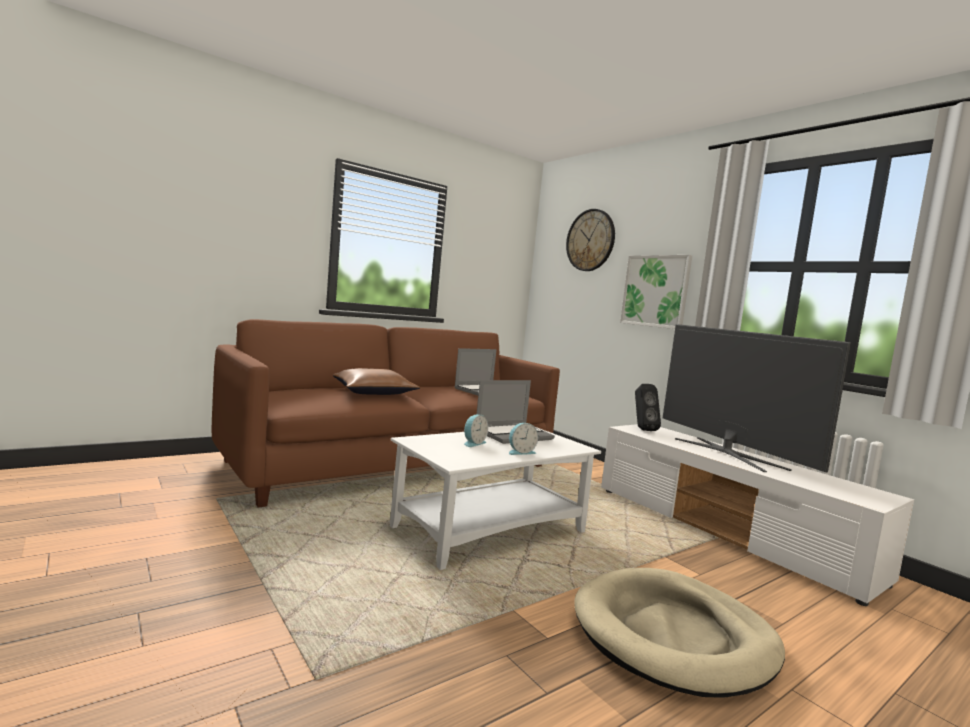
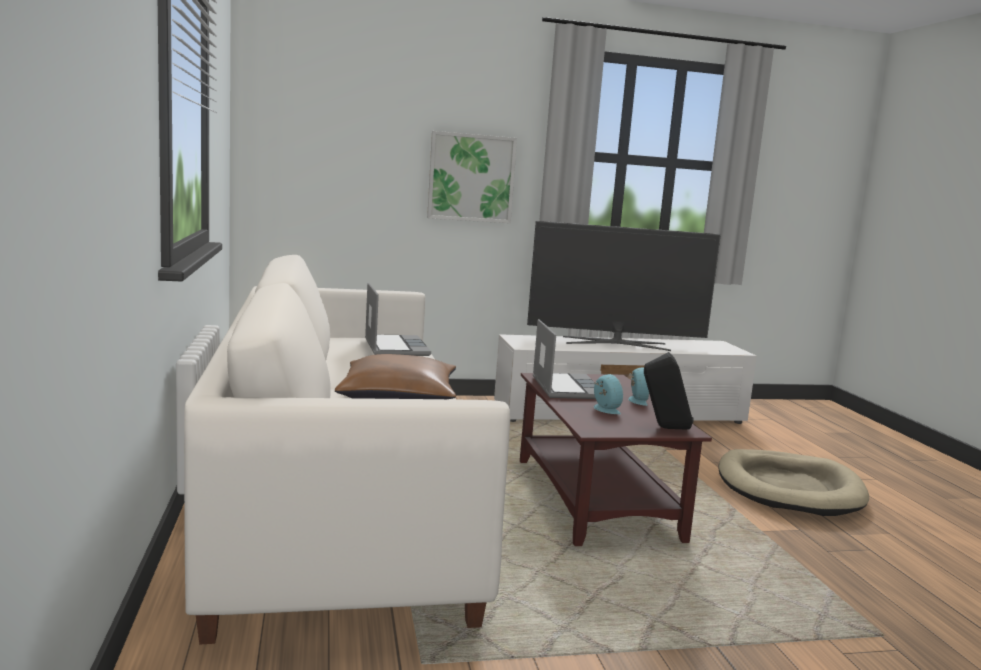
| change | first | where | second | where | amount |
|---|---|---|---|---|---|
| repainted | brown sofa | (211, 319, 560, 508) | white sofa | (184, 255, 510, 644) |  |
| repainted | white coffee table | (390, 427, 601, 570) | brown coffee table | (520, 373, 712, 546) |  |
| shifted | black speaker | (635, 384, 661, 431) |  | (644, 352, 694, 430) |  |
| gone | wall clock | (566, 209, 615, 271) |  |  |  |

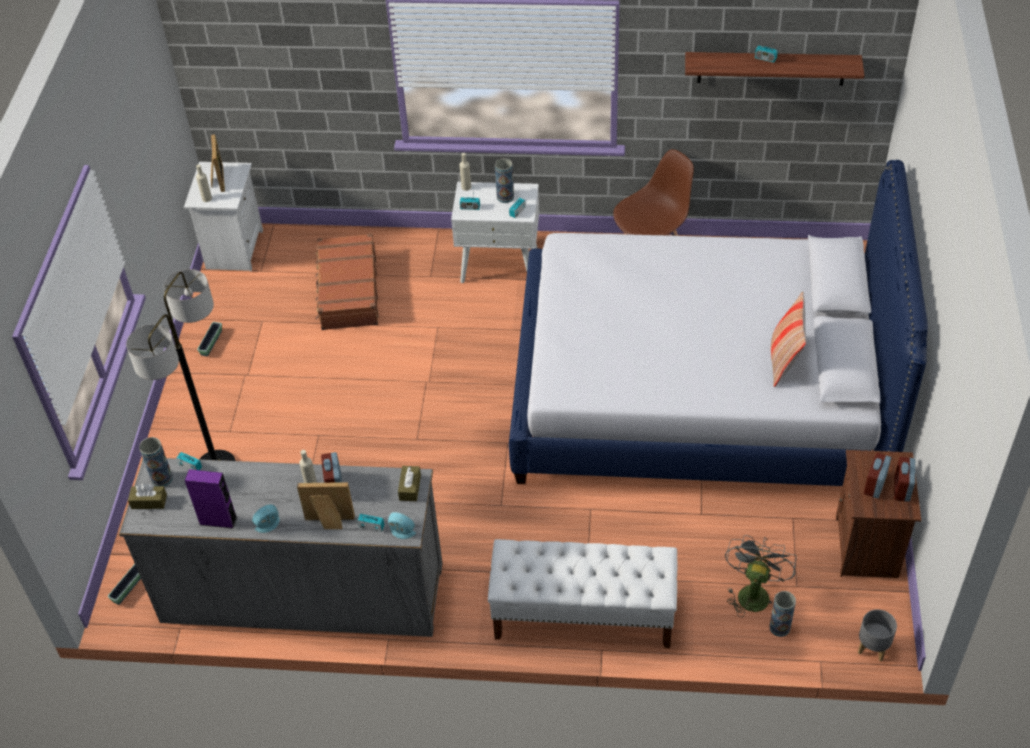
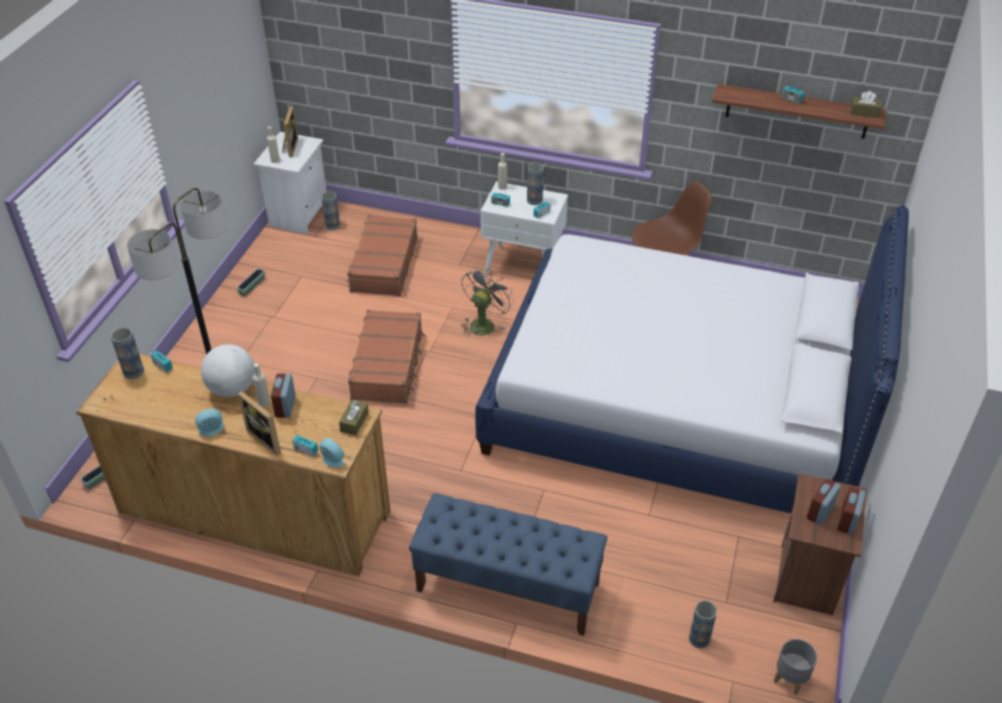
| change | first | where | second | where | amount |
|---|---|---|---|---|---|
| repainted | grey dresser | (119, 458, 443, 637) | brown dresser | (76, 354, 390, 577) |  |
| new |  |  | globe | (201, 344, 255, 397) |  |
| rotated | picture frame | (297, 482, 355, 529) |  | (238, 391, 281, 456) | 150 degrees counterclockwise |
| new |  |  | vase | (321, 191, 340, 230) |  |
| new |  |  | brown suitcase | (348, 310, 425, 404) |  |
| repainted | white bench | (488, 539, 677, 648) | blue bench | (409, 493, 608, 636) |  |
| shifted | grey fan | (725, 535, 797, 617) |  | (461, 267, 514, 337) |  |
| shifted | brown tissue box | (128, 483, 167, 509) |  | (851, 91, 882, 118) |  |
| gone | purple speaker | (185, 469, 237, 529) |  |  |  |
| gone | pillow | (771, 292, 806, 387) |  |  |  |

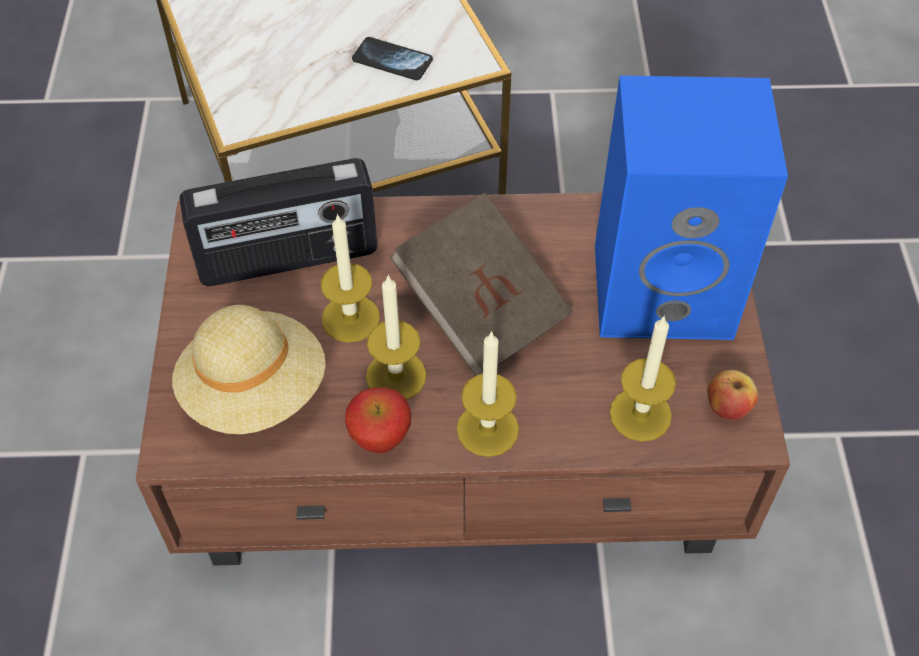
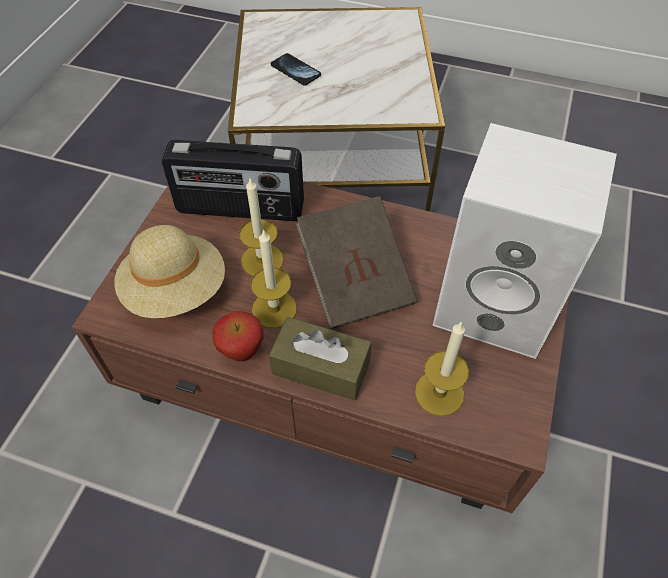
| change | first | where | second | where | amount |
|---|---|---|---|---|---|
| swapped | candle | (456, 331, 519, 457) | brown tissue box | (269, 317, 372, 401) |  |
| shifted | phone | (352, 37, 433, 80) |  | (271, 53, 321, 85) |  |
| repainted | blue speaker | (595, 75, 788, 340) | white speaker | (432, 123, 617, 359) |  |
| gone | apple | (707, 370, 758, 420) |  |  |  |

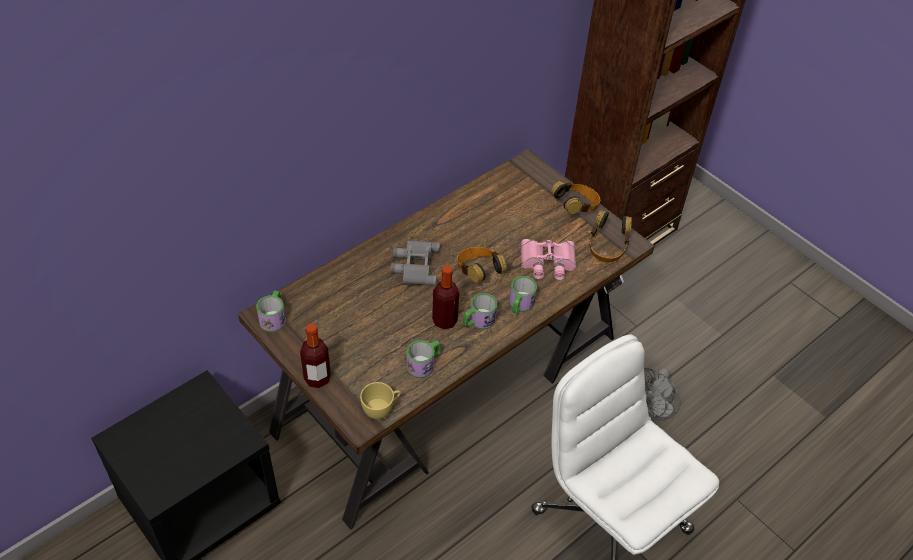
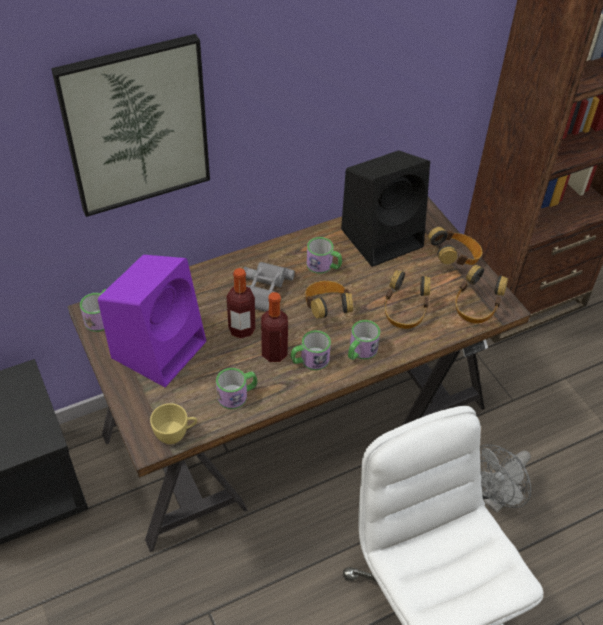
| change | first | where | second | where | amount |
|---|---|---|---|---|---|
| new |  |  | picture | (51, 34, 210, 217) |  |
| new |  |  | purple speaker | (98, 255, 206, 387) |  |
| shifted | bottle | (300, 323, 331, 388) |  | (227, 268, 255, 338) |  |
| new |  |  | mug | (307, 237, 342, 274) |  |
| new |  |  | black speaker | (341, 150, 430, 267) |  |
| swapped | pink binoculars | (521, 239, 576, 280) | headphones | (384, 270, 431, 329) |  |

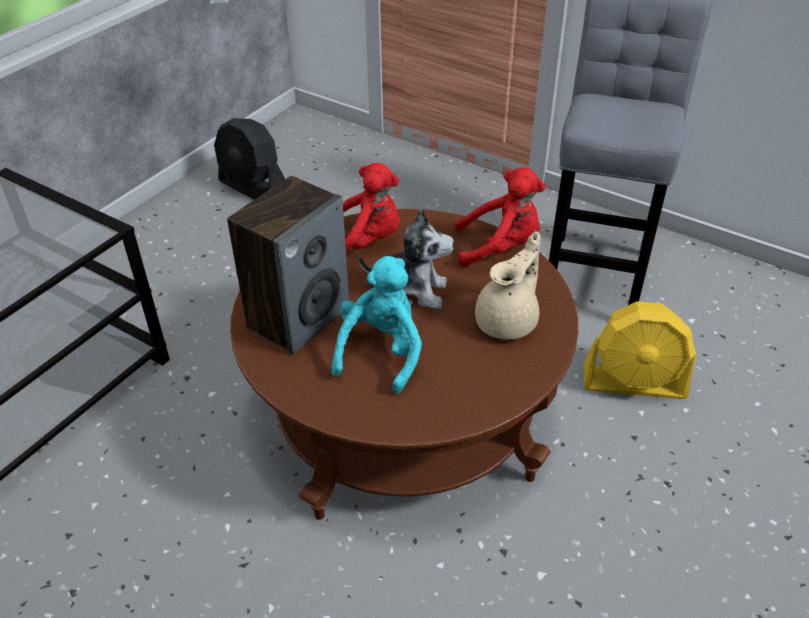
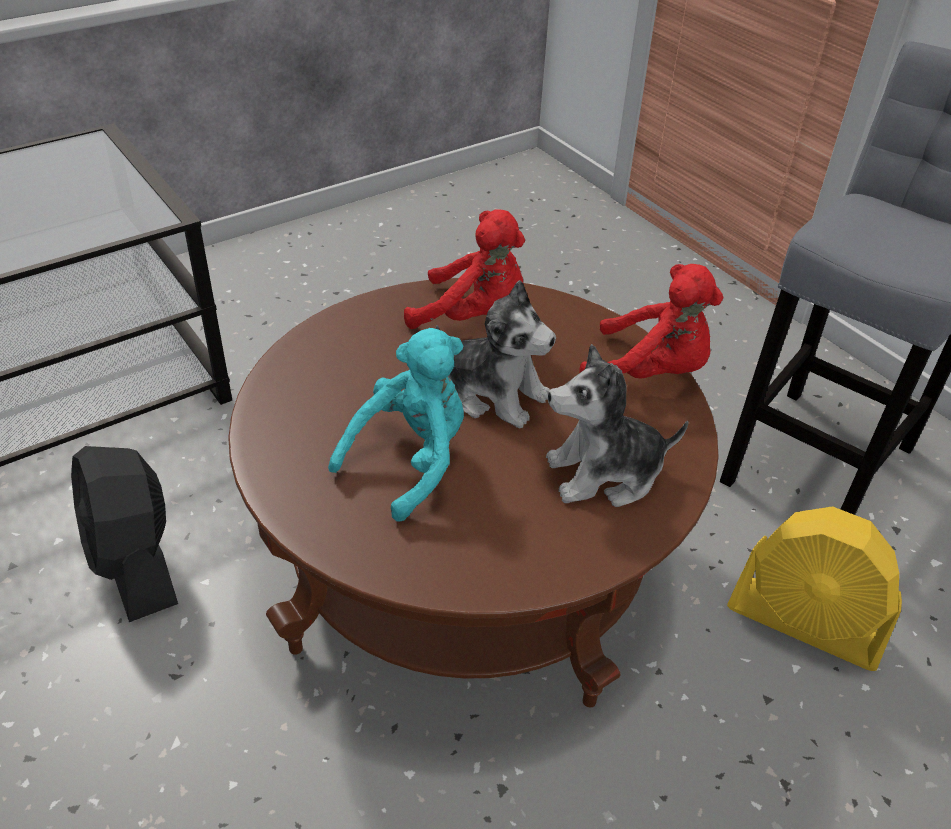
| change | first | where | second | where | amount |
|---|---|---|---|---|---|
| shifted | black fan | (214, 118, 285, 200) |  | (71, 446, 178, 622) |  |
| swapped | beige teapot | (475, 231, 541, 340) | plush toy | (546, 344, 689, 507) |  |
| gone | speaker | (227, 176, 349, 355) |  |  |  |

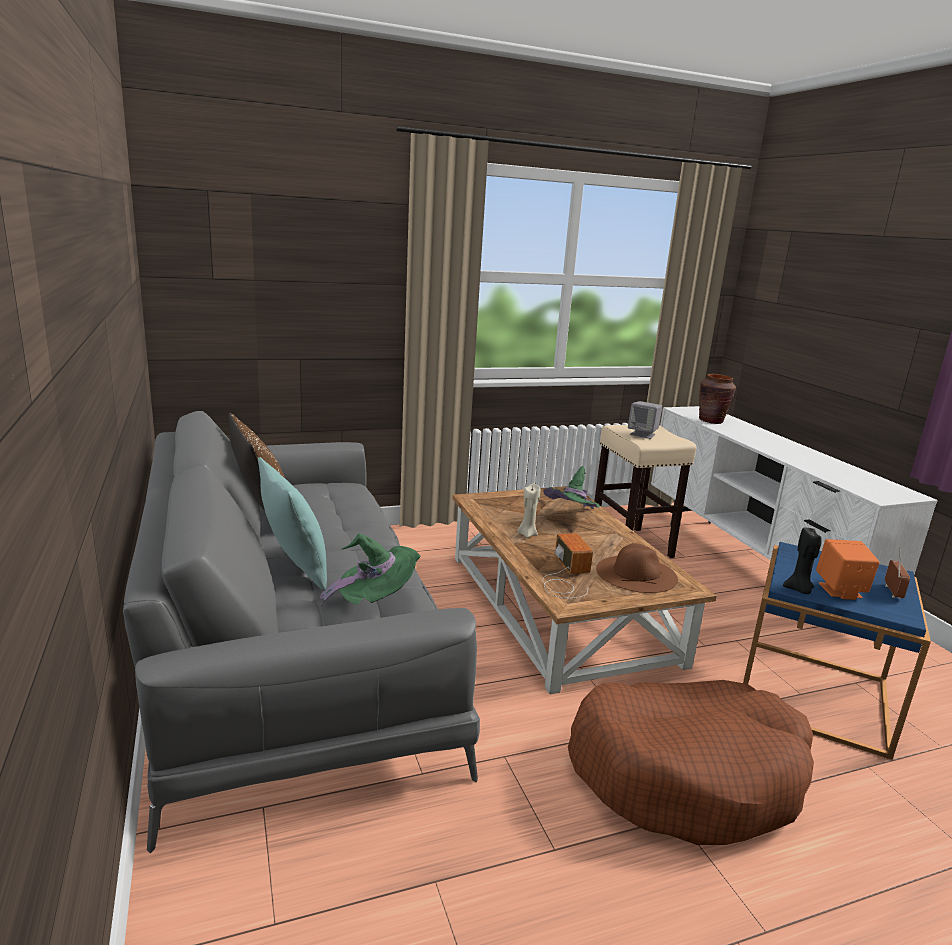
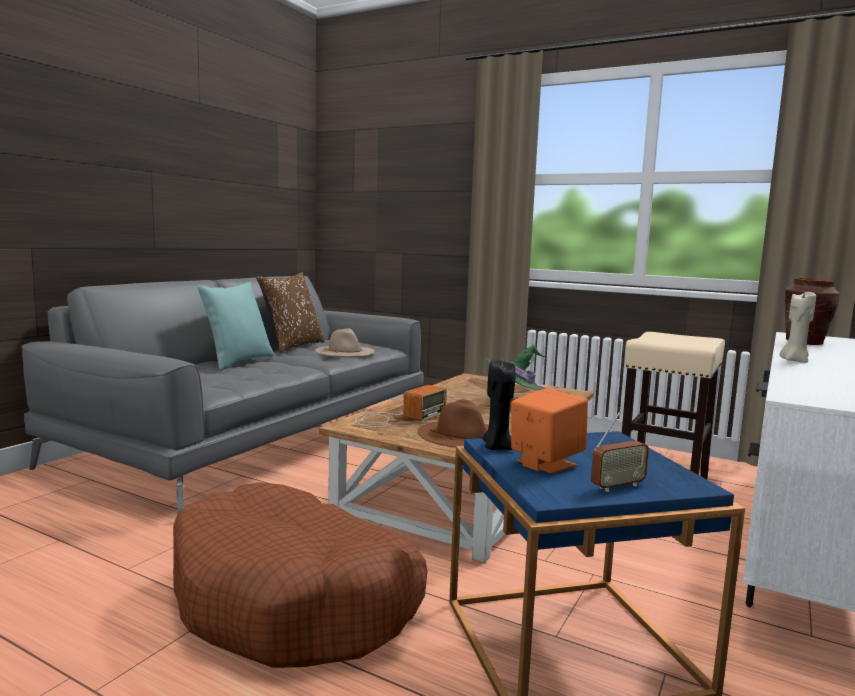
| change | first | where | second | where | amount |
|---|---|---|---|---|---|
| new |  |  | beige hat | (315, 328, 375, 357) |  |
| shifted | beige candle | (517, 483, 540, 538) |  | (779, 290, 816, 363) |  |
| gone | green hat | (320, 533, 421, 607) |  |  |  |
| gone | grey speaker | (628, 401, 662, 439) |  |  |  |

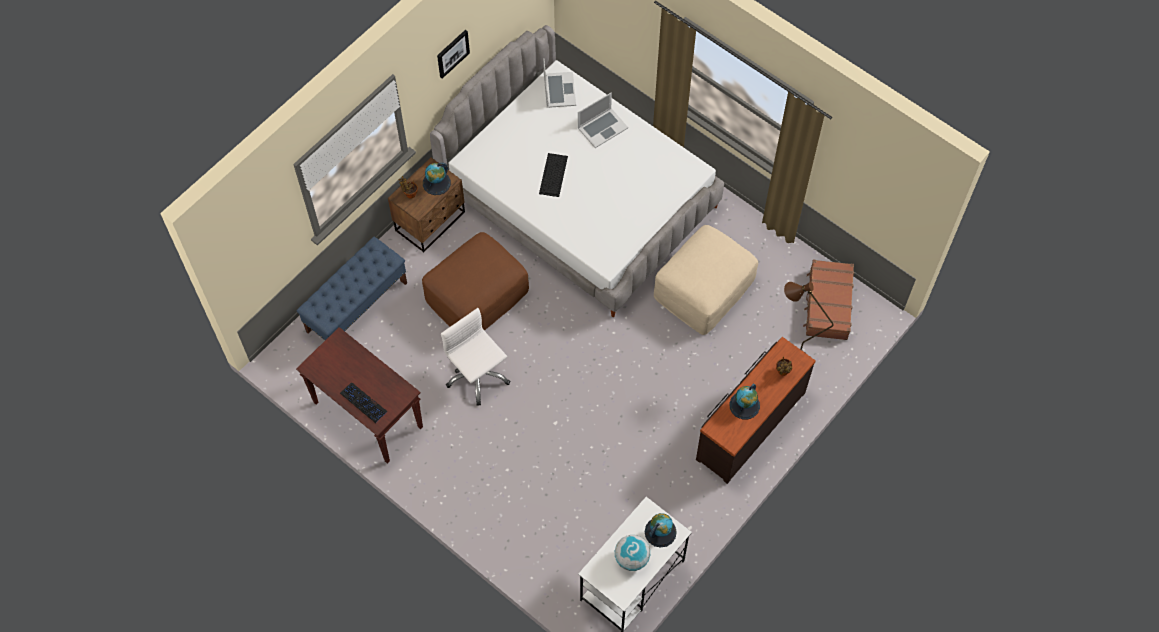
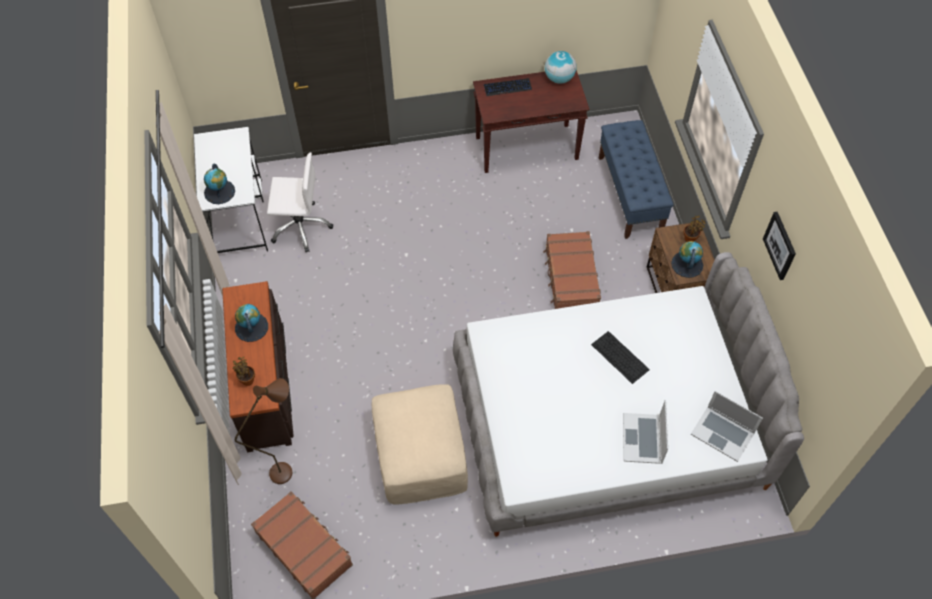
| change | first | where | second | where | amount |
|---|---|---|---|---|---|
| shifted | white office chair | (441, 308, 510, 406) |  | (267, 152, 333, 252) |  |
| swapped | brown ottoman | (422, 232, 529, 331) | brown suitcase | (543, 231, 601, 309) |  |
| shifted | globe | (615, 535, 650, 571) |  | (545, 51, 576, 84) |  |

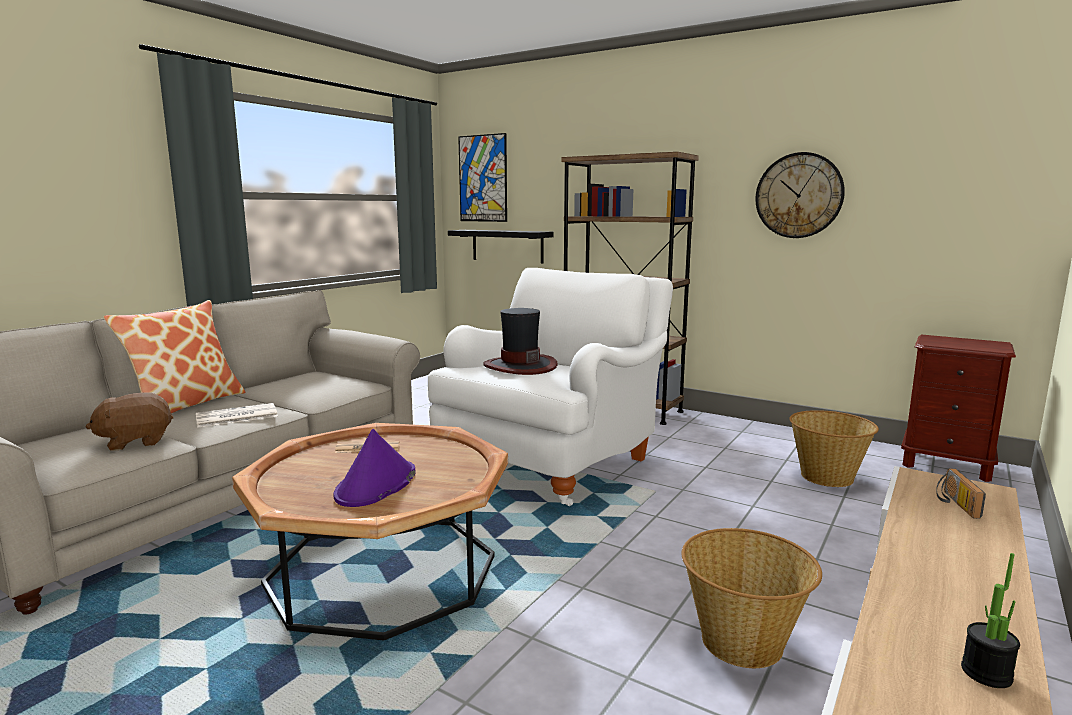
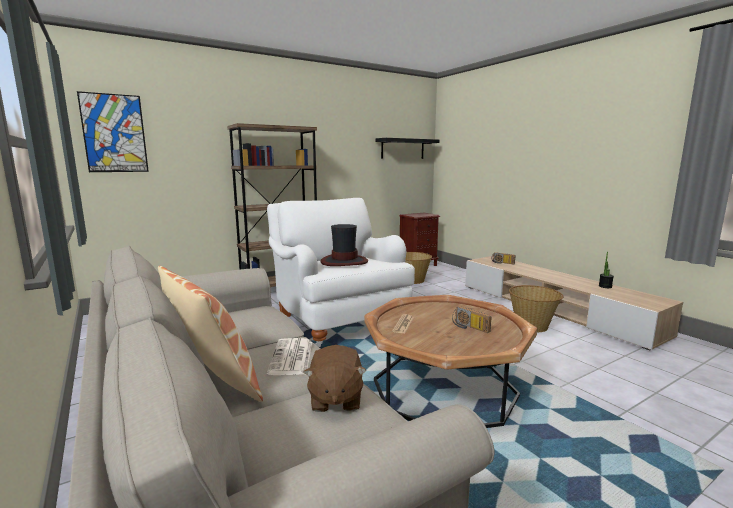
| change | first | where | second | where | amount |
|---|---|---|---|---|---|
| shifted | black shelf | (448, 230, 554, 263) |  | (375, 138, 439, 159) |  |
| swapped | purple hat | (333, 429, 415, 507) | radio | (452, 306, 492, 333) |  |
| gone | wall clock | (755, 152, 845, 238) |  |  |  |

